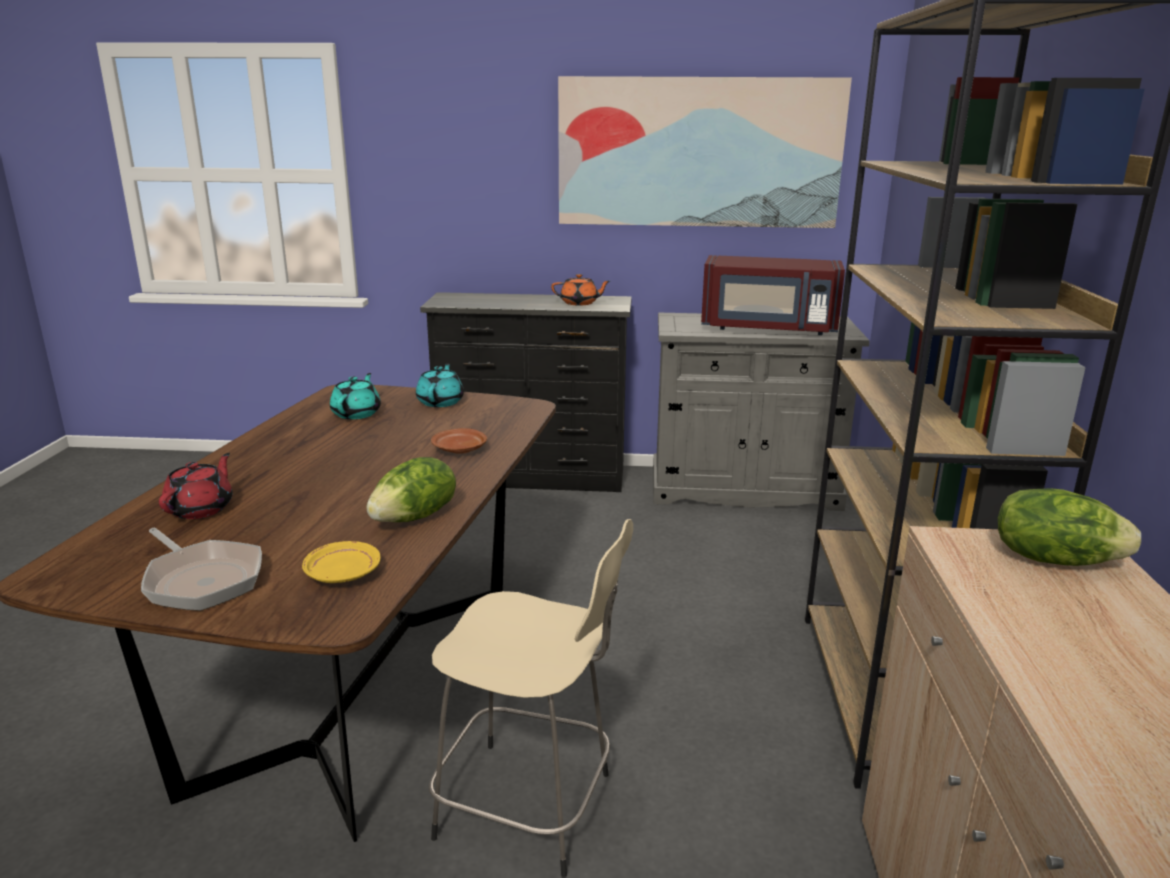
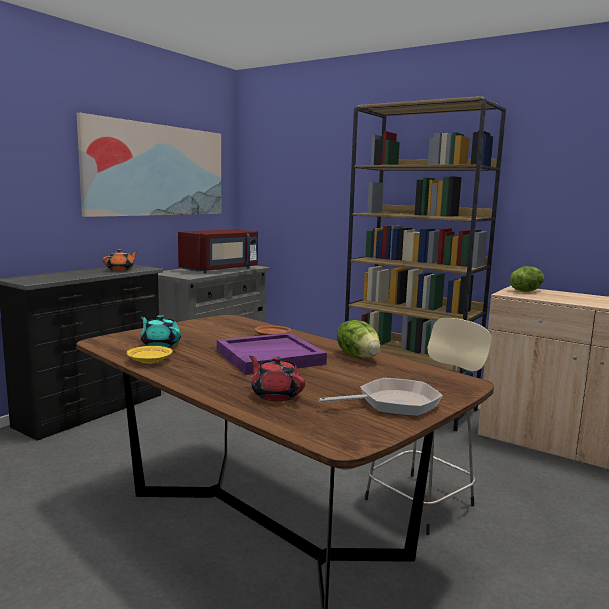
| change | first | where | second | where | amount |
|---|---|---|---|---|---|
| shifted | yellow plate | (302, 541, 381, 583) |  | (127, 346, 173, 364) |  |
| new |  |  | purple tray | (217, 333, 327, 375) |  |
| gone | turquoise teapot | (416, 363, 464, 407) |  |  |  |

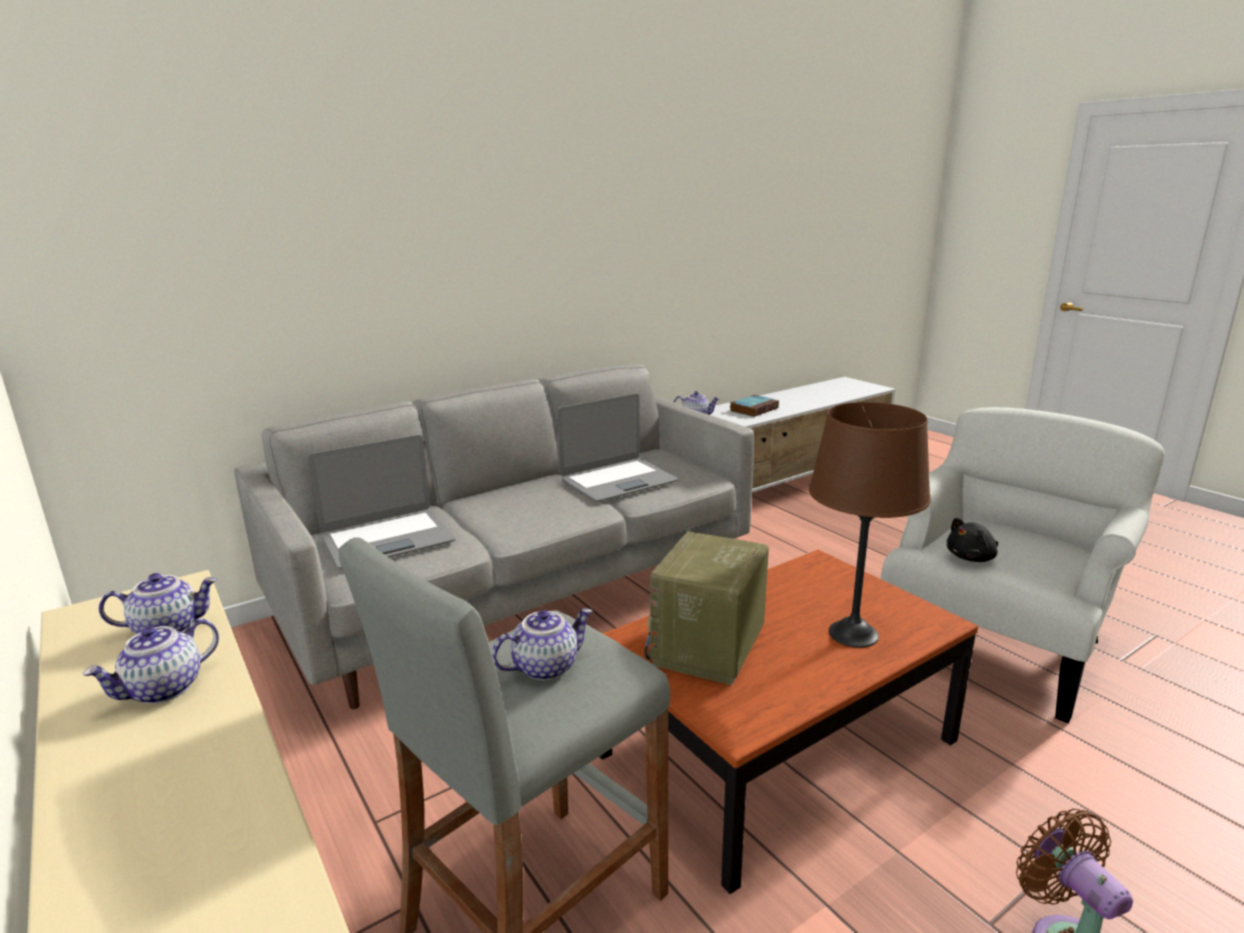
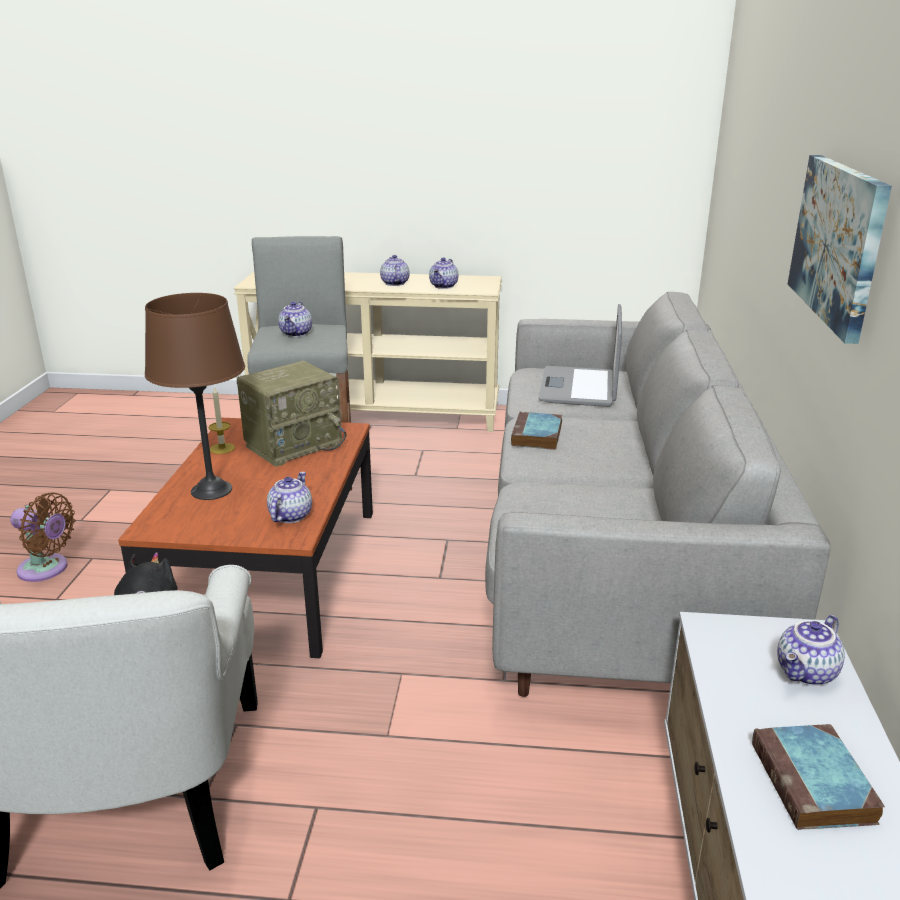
| change | first | where | second | where | amount |
|---|---|---|---|---|---|
| new |  |  | candle | (209, 386, 235, 454) |  |
| rotated | radio | (644, 531, 769, 685) |  | (237, 361, 346, 467) | 75 degrees clockwise |
| new |  |  | teapot | (267, 472, 312, 523) |  |
| new |  |  | book | (511, 412, 562, 450) |  |
| new |  |  | picture | (788, 155, 892, 344) |  |
| gone | laptop | (557, 393, 678, 502) |  |  |  |

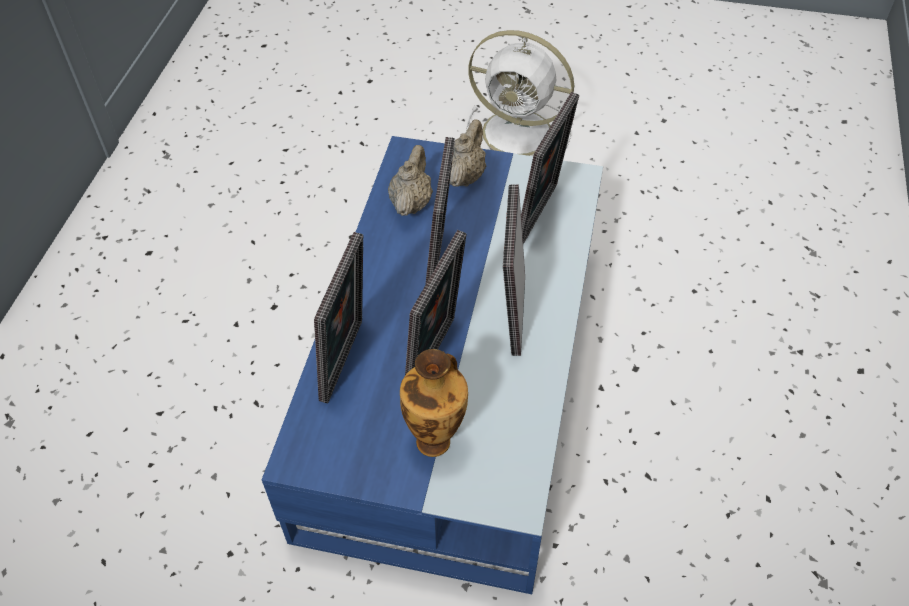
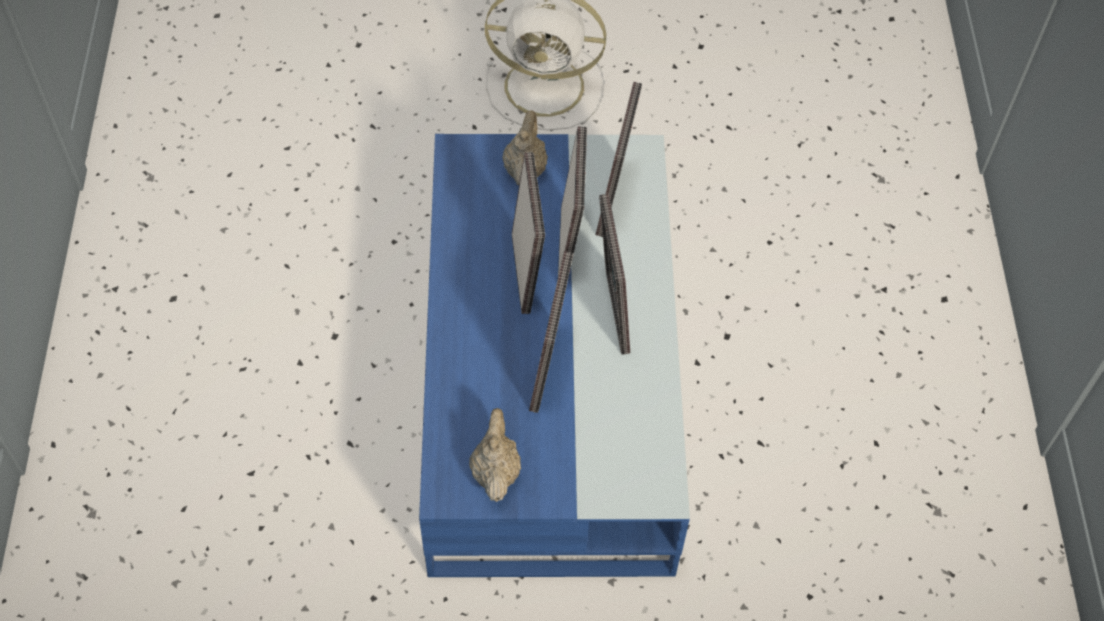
| change | first | where | second | where | amount |
|---|---|---|---|---|---|
| shifted | beige teapot | (388, 145, 433, 216) |  | (469, 408, 521, 502) |  |
| shifted | picture frame | (314, 232, 363, 403) |  | (558, 126, 587, 275) |  |
| gone | vase | (400, 349, 468, 457) |  |  |  |

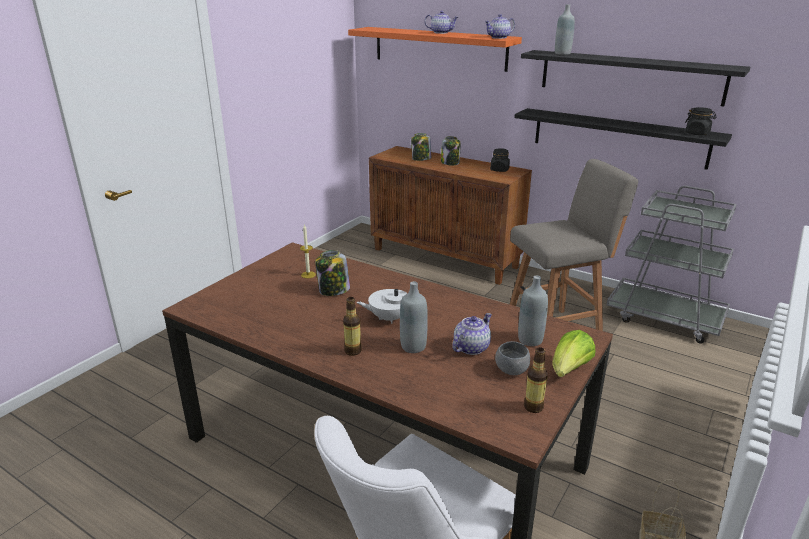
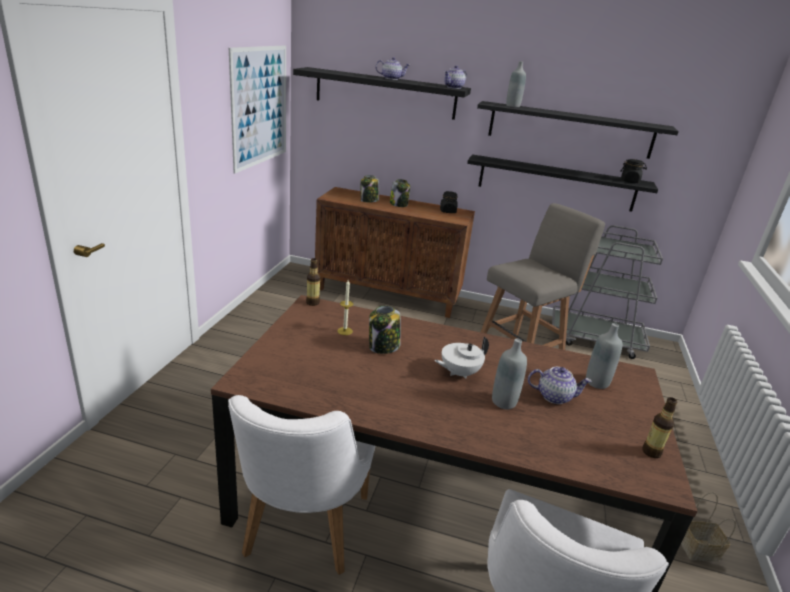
| change | first | where | second | where | amount |
|---|---|---|---|---|---|
| new |  |  | white chair | (228, 395, 375, 575) |  |
| new |  |  | picture | (229, 45, 286, 174) |  |
| repainted | orange shelf | (348, 27, 522, 72) | black shelf | (293, 67, 471, 120) |  |
| shifted | bottle | (343, 297, 362, 356) |  | (306, 258, 320, 306) |  |
| rotated | teapot | (452, 313, 492, 355) |  | (528, 367, 592, 404) | 75 degrees clockwise |
| gone | grey bowl | (495, 341, 530, 375) |  |  |  |
| gone | lettuce | (552, 330, 596, 377) |  |  |  |

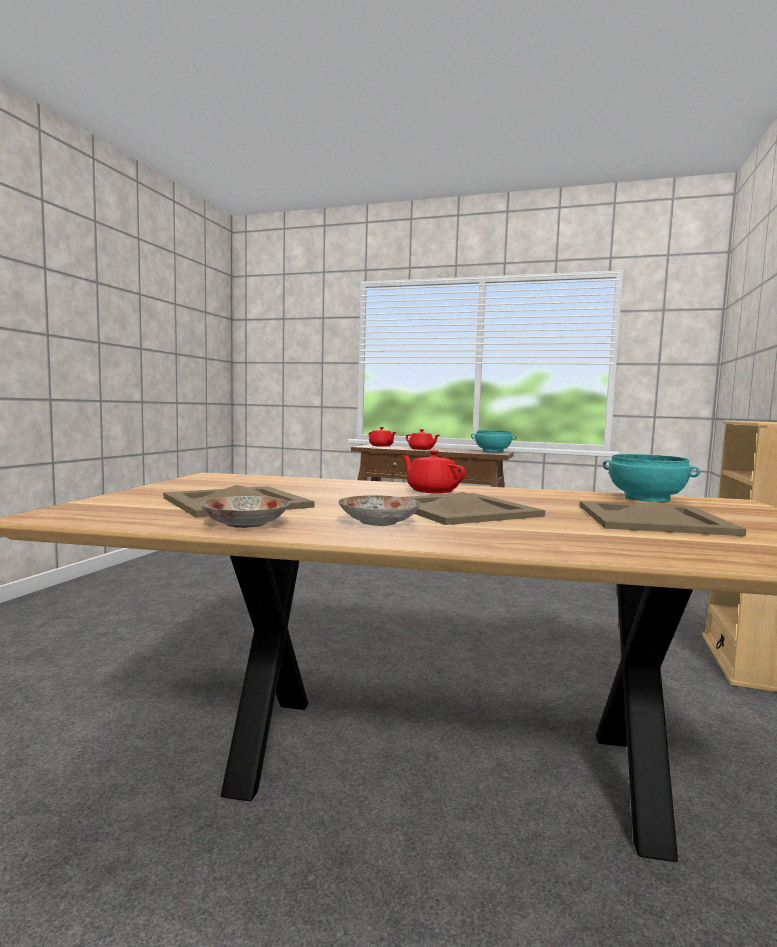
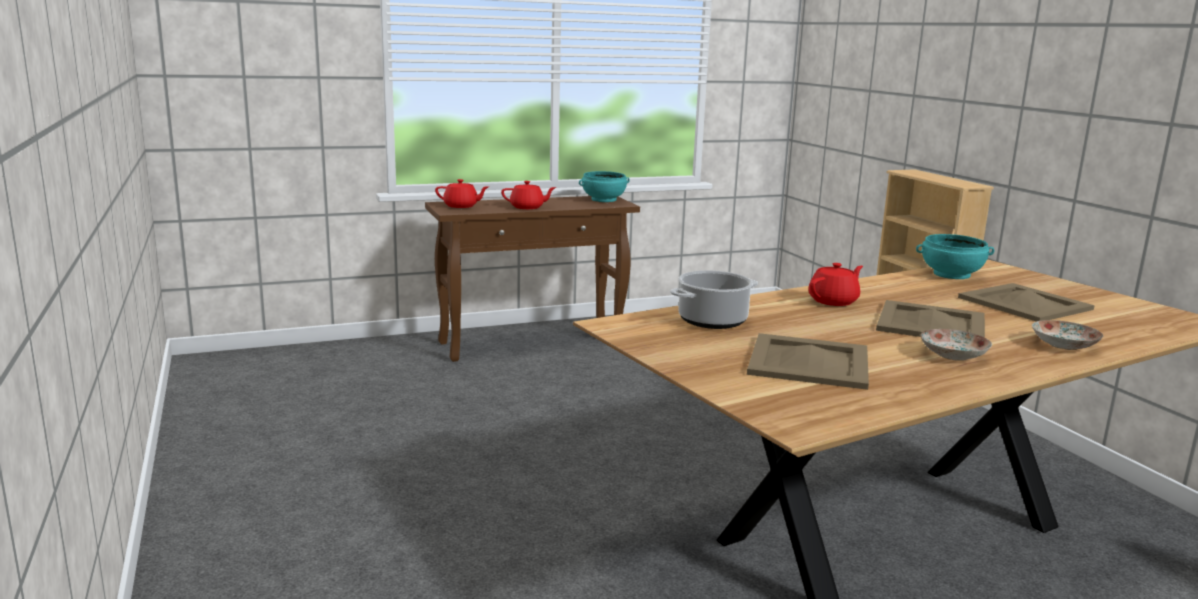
| change | first | where | second | where | amount |
|---|---|---|---|---|---|
| new |  |  | cooking pot | (670, 270, 758, 329) |  |
| rotated | red teapot | (402, 450, 466, 493) |  | (808, 263, 863, 306) | 135 degrees clockwise |
| shifted | plate | (201, 496, 290, 528) |  | (1032, 320, 1103, 350) |  |

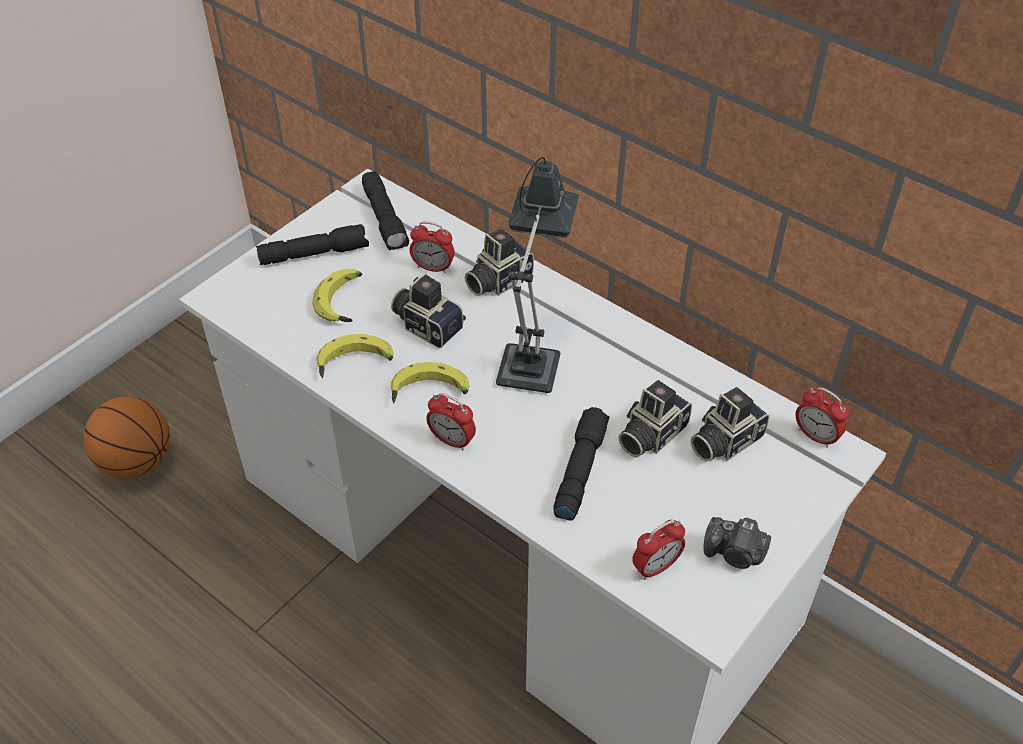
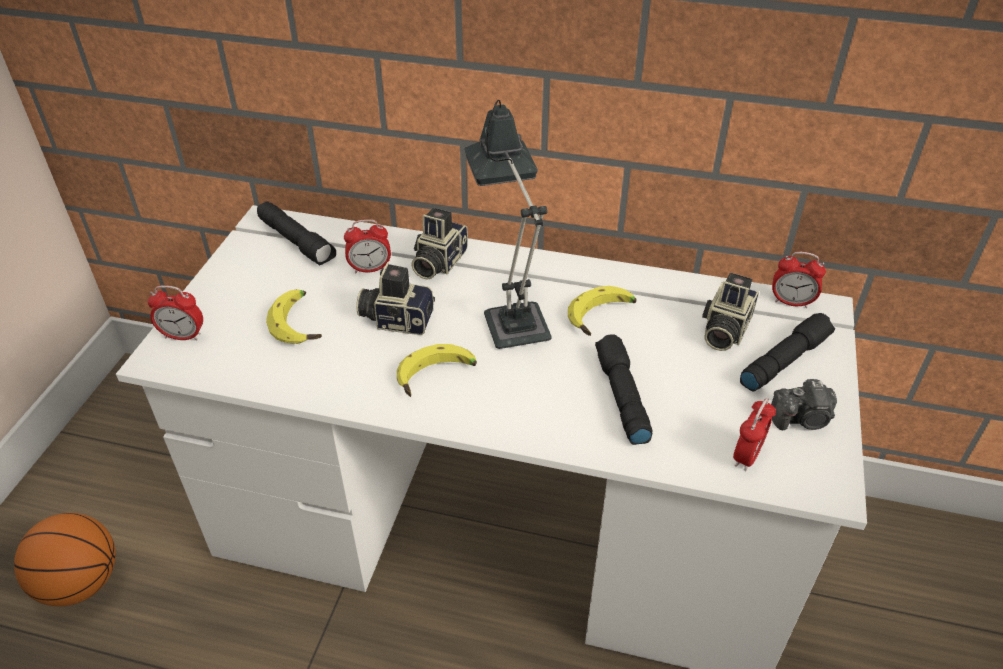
| change | first | where | second | where | amount |
|---|---|---|---|---|---|
| shifted | alarm clock | (426, 393, 476, 451) |  | (147, 285, 203, 341) |  |
| shifted | banana | (317, 334, 394, 378) |  | (568, 286, 637, 336) |  |
| shifted | black flashlight | (256, 224, 369, 265) |  | (740, 313, 835, 392) |  |
| gone | photo camera | (618, 380, 692, 457) |  |  |  |

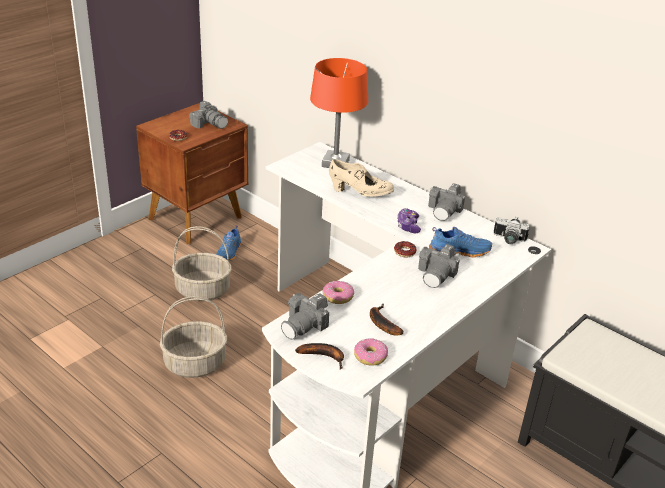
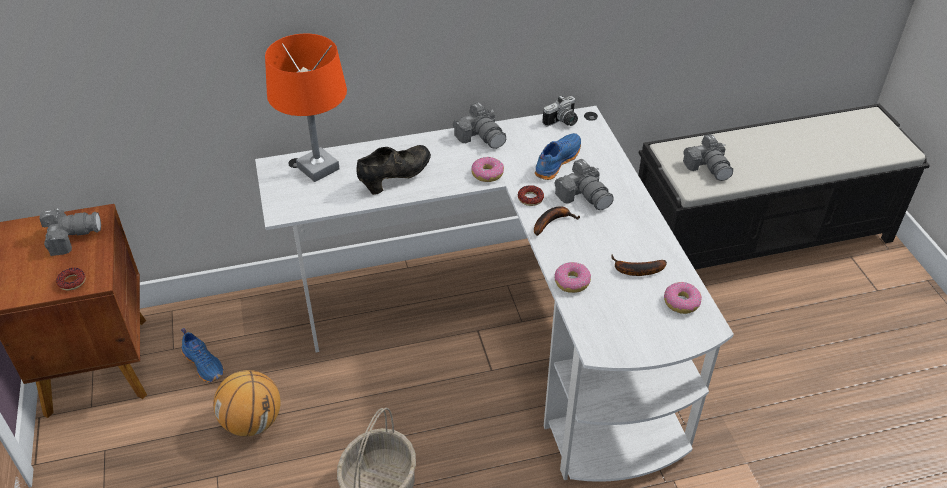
| change | first | where | second | where | amount |
|---|---|---|---|---|---|
| swapped | basket | (172, 226, 232, 301) | basketball | (213, 370, 281, 436) |  |
| repainted | beige shoe | (329, 159, 394, 197) | black shoe | (356, 145, 431, 195) |  |
| swapped | game controller | (397, 208, 421, 233) | donut | (471, 157, 504, 182) |  |
| shifted | banana | (295, 343, 344, 369) |  | (534, 207, 580, 236) |  |
| shifted | photo camera | (281, 293, 329, 340) |  | (683, 134, 733, 181) |  |

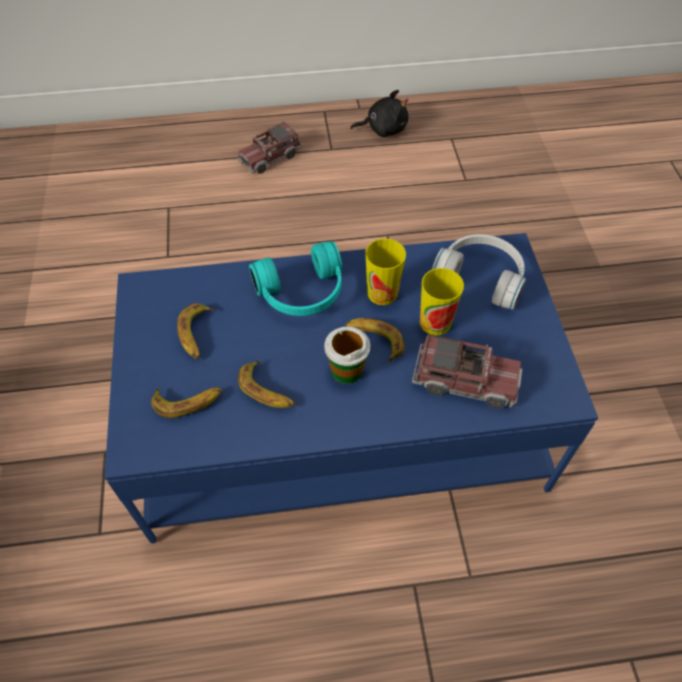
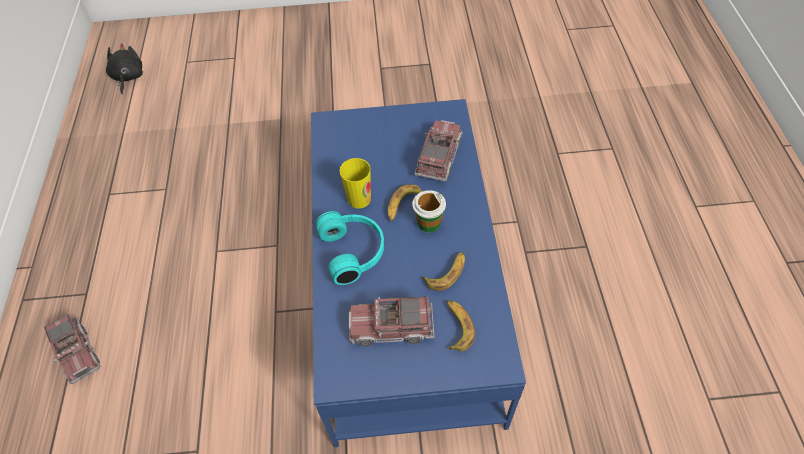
| change | first | where | second | where | amount |
|---|---|---|---|---|---|
| shifted | black plush toy | (350, 90, 408, 137) |  | (106, 43, 143, 95) |  |
| swapped | banana | (177, 303, 214, 359) | toy truck | (349, 297, 435, 346) |  |
| gone | cup | (420, 268, 464, 335) |  |  |  |
| gone | white headphones | (432, 234, 526, 310) |  |  |  |

